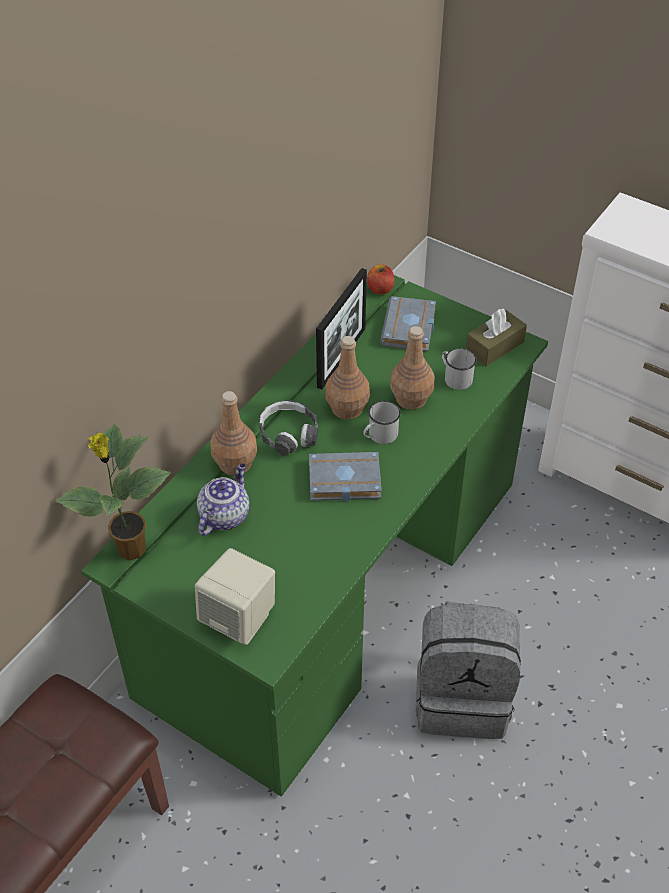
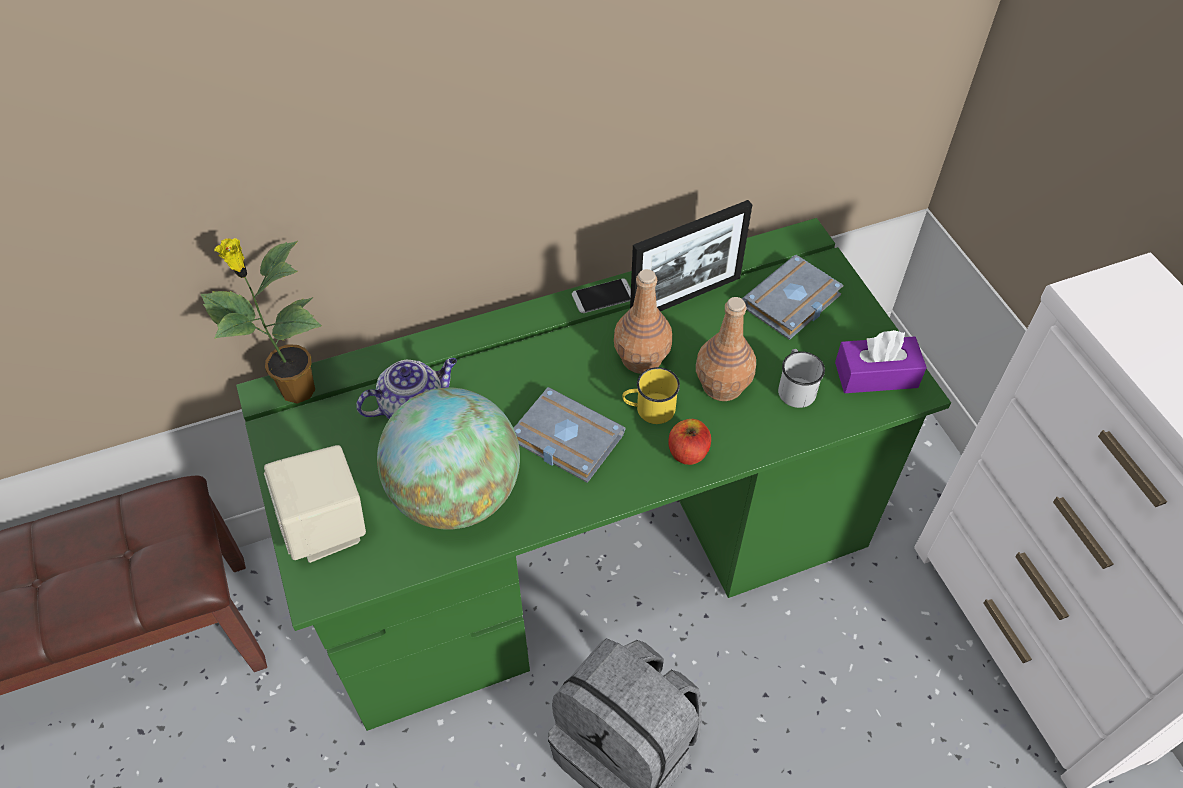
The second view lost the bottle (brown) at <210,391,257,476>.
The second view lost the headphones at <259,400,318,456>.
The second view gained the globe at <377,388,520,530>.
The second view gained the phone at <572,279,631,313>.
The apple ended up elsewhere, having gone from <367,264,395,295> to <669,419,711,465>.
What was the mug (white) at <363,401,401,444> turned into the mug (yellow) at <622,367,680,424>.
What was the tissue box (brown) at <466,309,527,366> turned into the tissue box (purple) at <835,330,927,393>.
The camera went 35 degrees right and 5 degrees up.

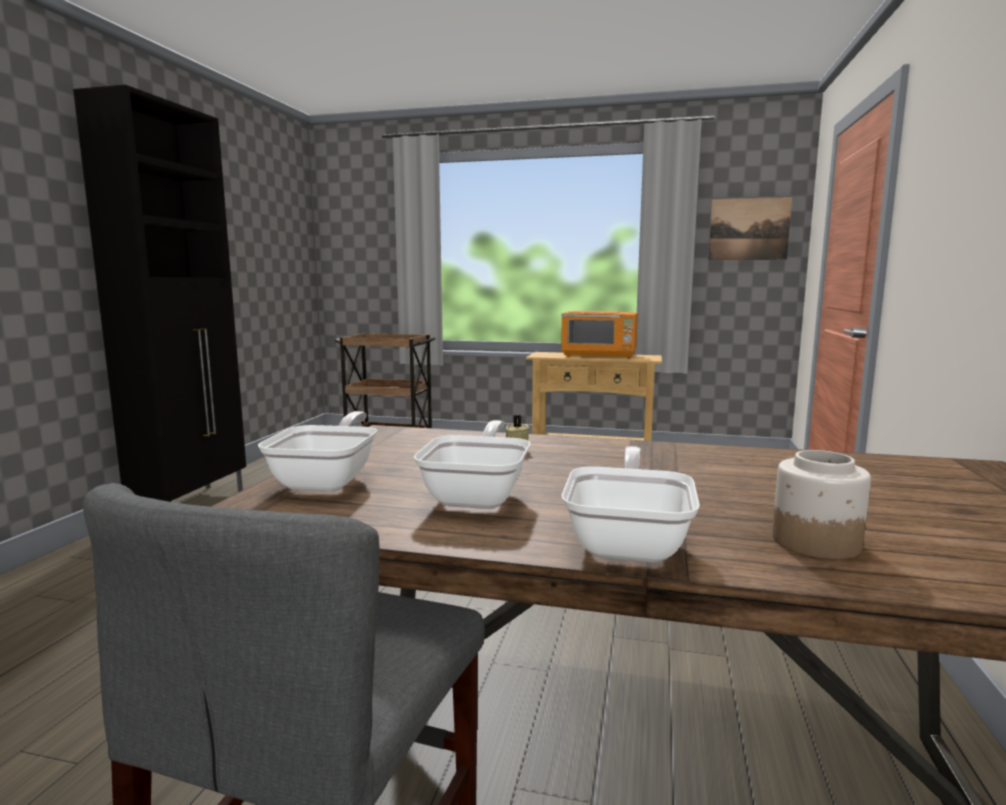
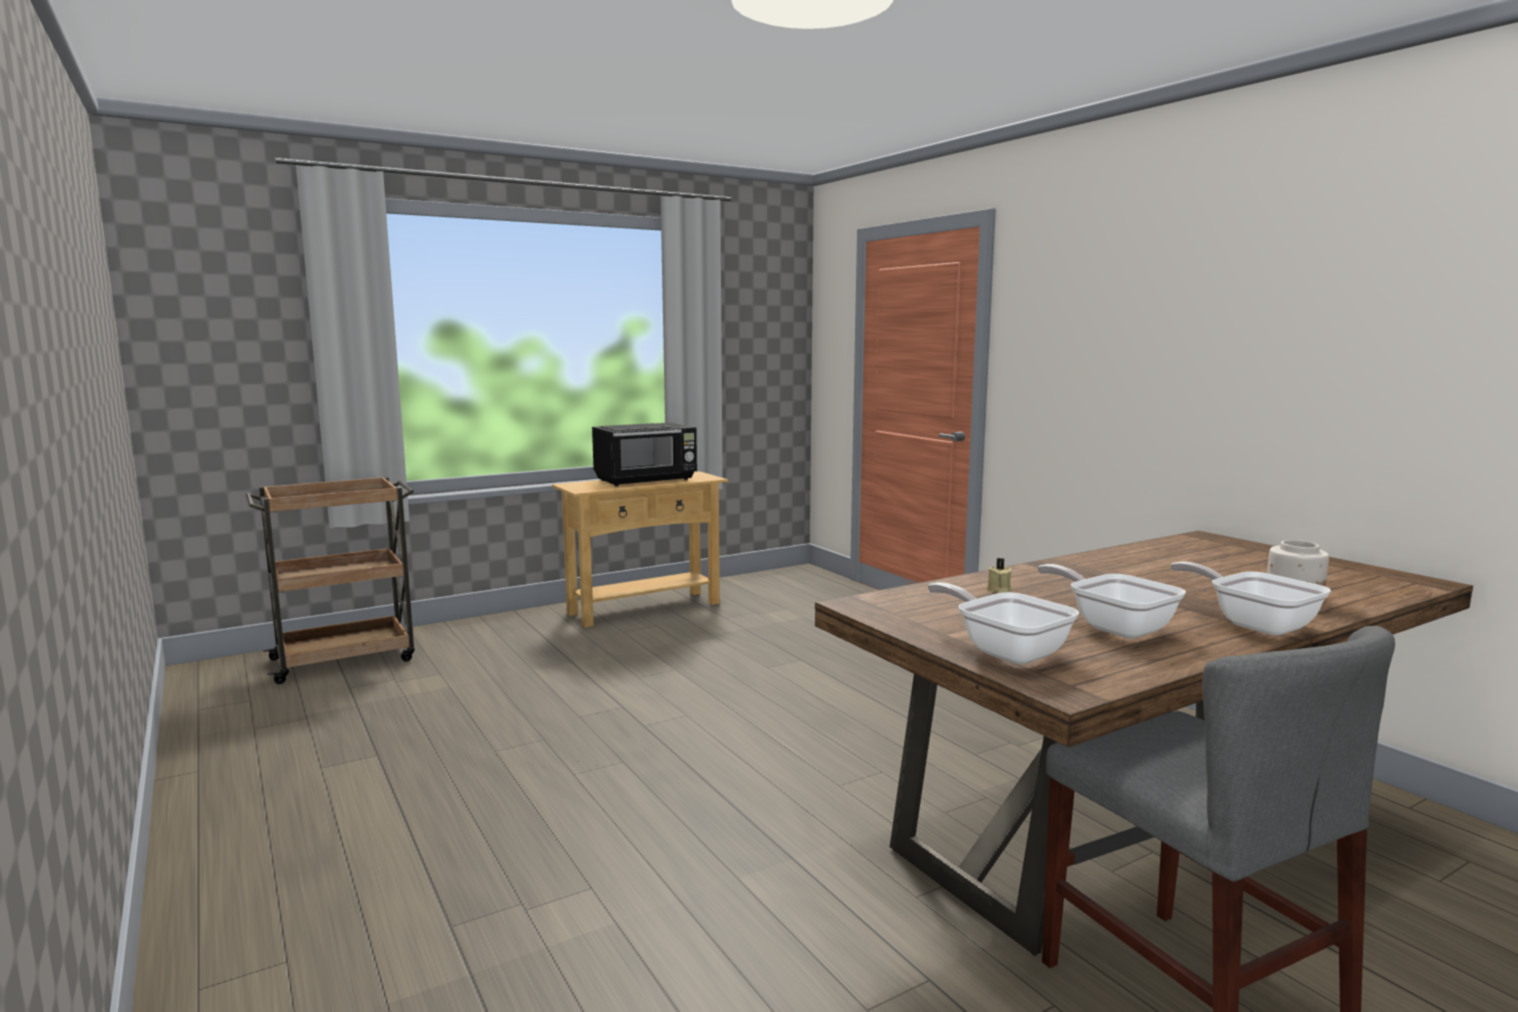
The second view lost the cabinet (black) at <73,85,246,502>.
The second view lost the picture at <708,197,792,260>.
What was the microwave (orange) at <561,311,638,358> turned into the microwave (black) at <592,423,697,486>.
The camera went 45 degrees left and 0 degrees up.

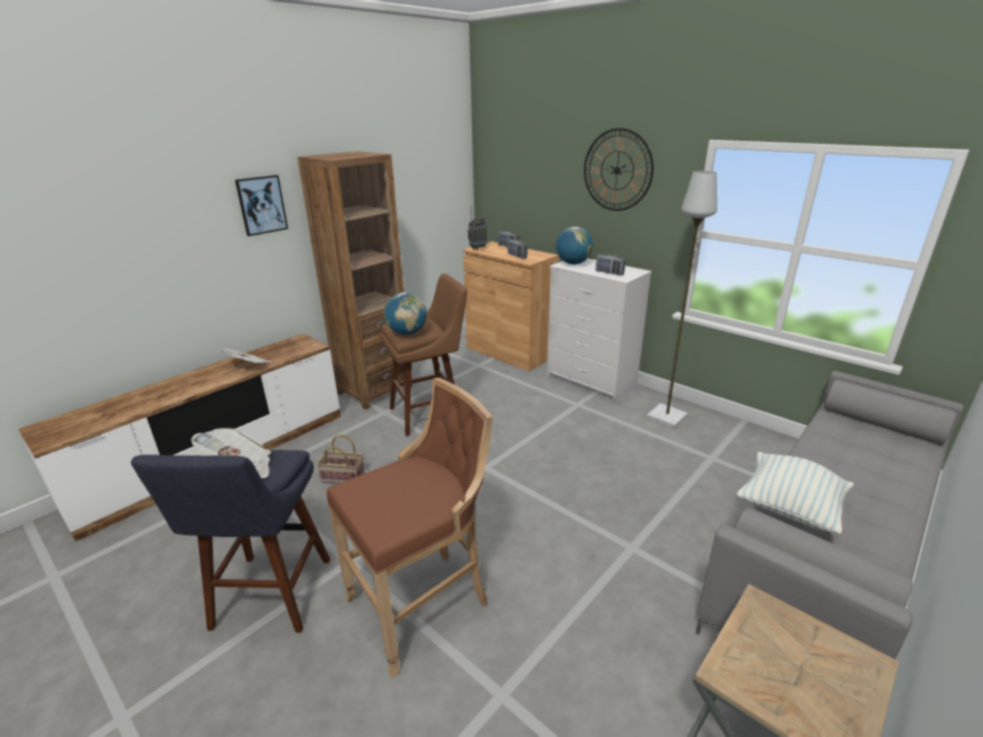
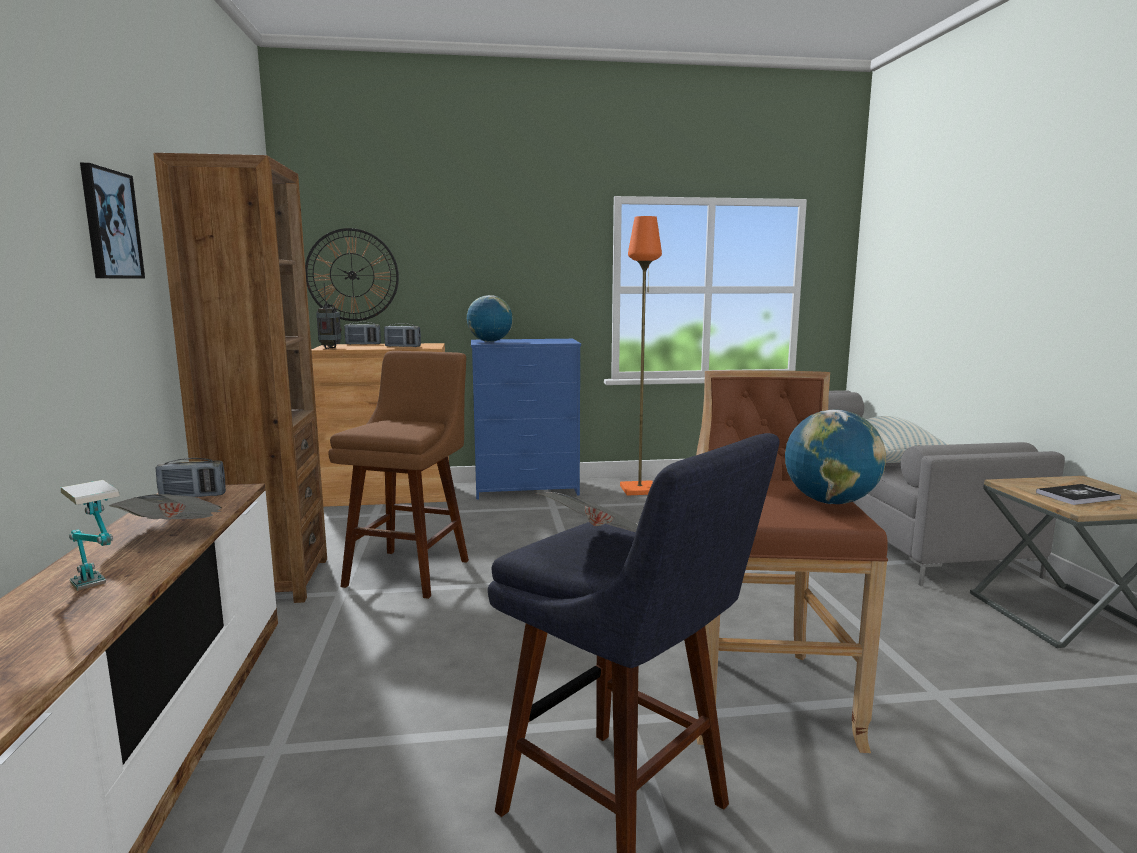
The second view lost the basket at <317,435,365,484>.
The second view gained the table lamp at <61,480,120,591>.
The second view gained the book at <1036,484,1121,505>.
The globe ended up elsewhere, having gone from <384,292,427,335> to <785,410,886,504>.
The wall clock ended up elsewhere, having gone from <584,128,654,211> to <305,228,399,321>.
The radio ended up elsewhere, having gone from <596,254,626,276> to <156,458,226,497>.
What was the dresser (white) at <547,258,652,402> turned into the dresser (blue) at <471,339,581,500>.
What was the floor lamp (grey) at <647,171,717,428> turned into the floor lamp (orange) at <620,216,662,496>.
The camera went 50 degrees left and 15 degrees down.

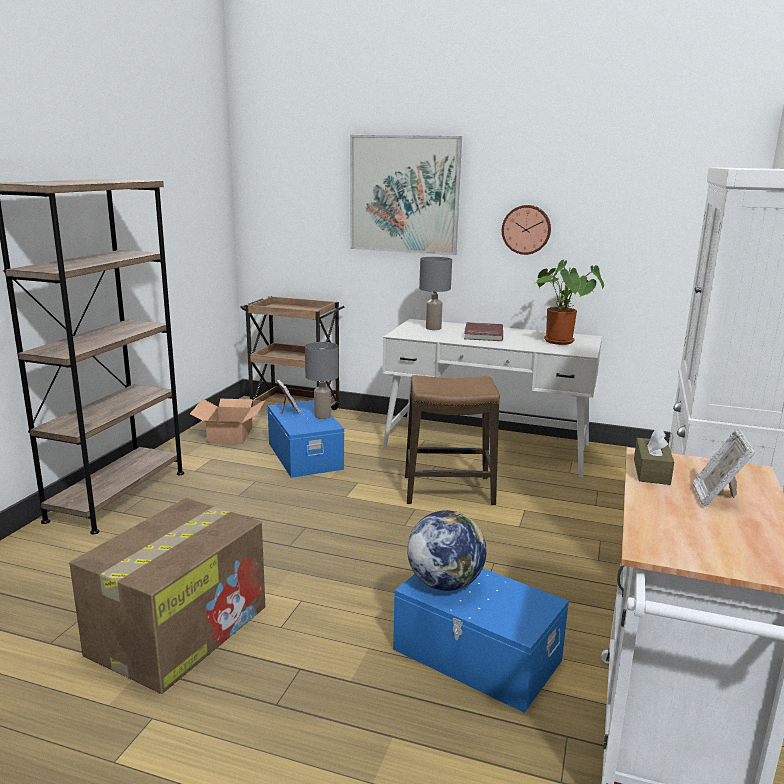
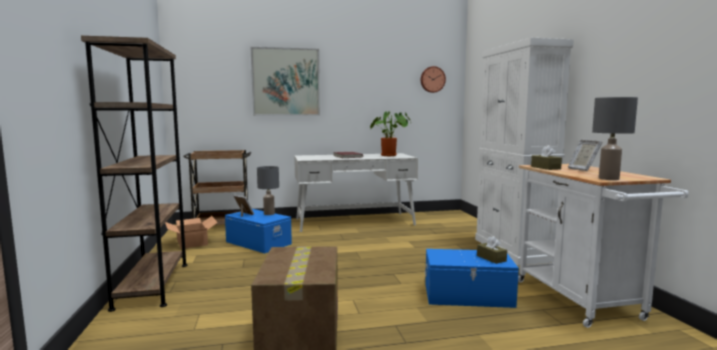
The second view lost the stool at <405,375,500,505>.
The second view lost the globe at <407,510,487,591>.
The second view gained the tissue box (brown) at <477,236,507,264>.
The table lamp (grey) ended up elsewhere, having gone from <419,257,452,330> to <592,97,638,180>.
The wall clock ended up elsewhere, having gone from <502,205,551,255> to <421,66,446,93>.
The camera went 30 degrees left and 10 degrees down.

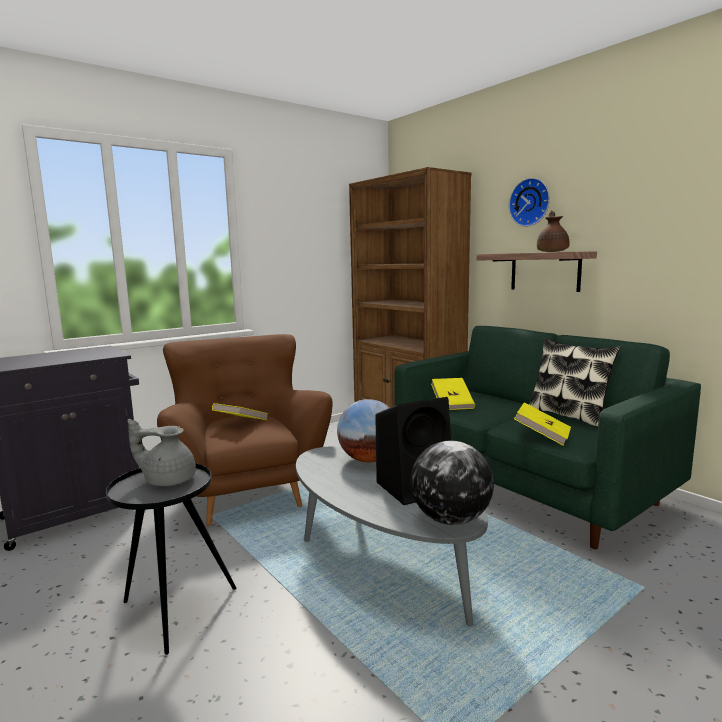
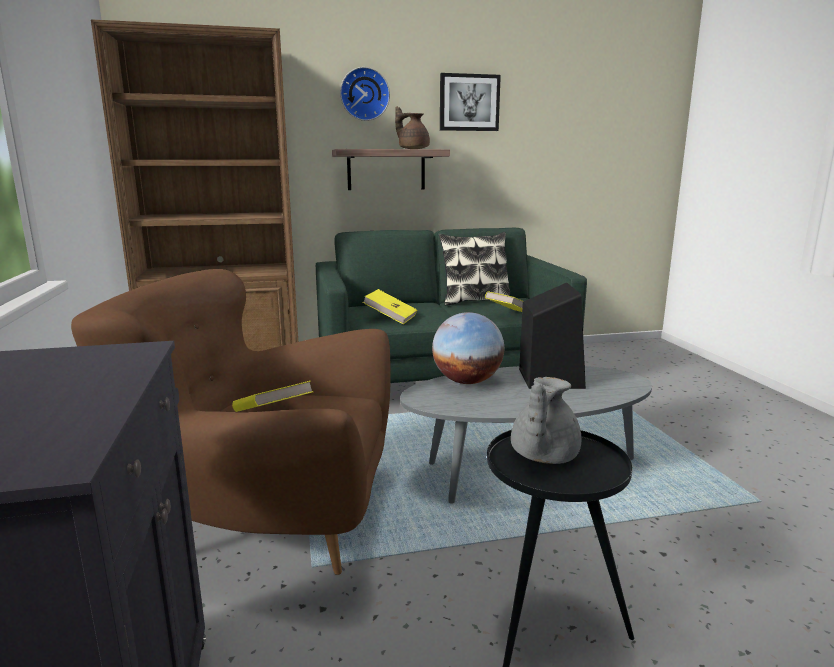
The second view lost the globe at <410,441,494,525>.
The second view gained the picture at <440,73,501,131>.
The camera went 65 degrees left and 5 degrees up.

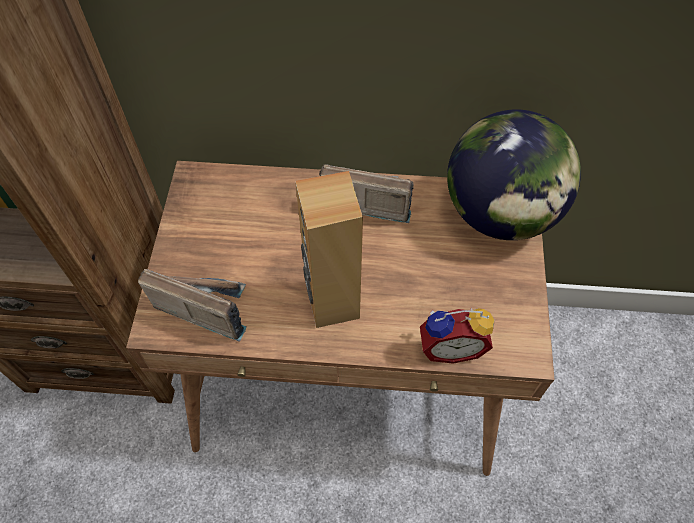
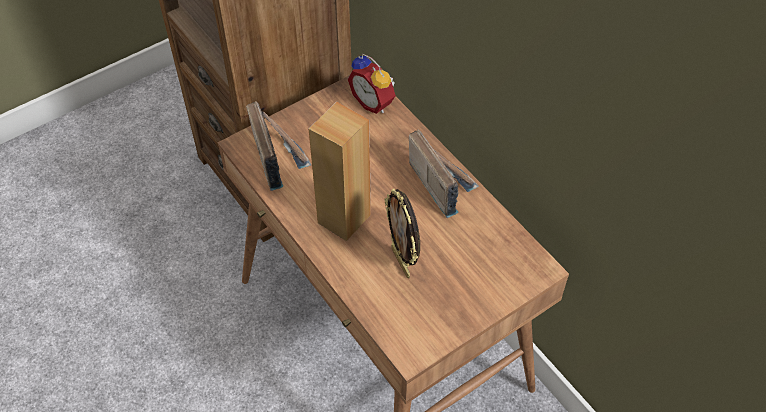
The second view lost the globe at <447,110,581,240>.
The second view gained the picture frame at <384,189,420,279>.
The alarm clock ended up elsewhere, having gone from <420,308,494,364> to <348,53,396,114>.
The camera went 50 degrees right and 5 degrees down.

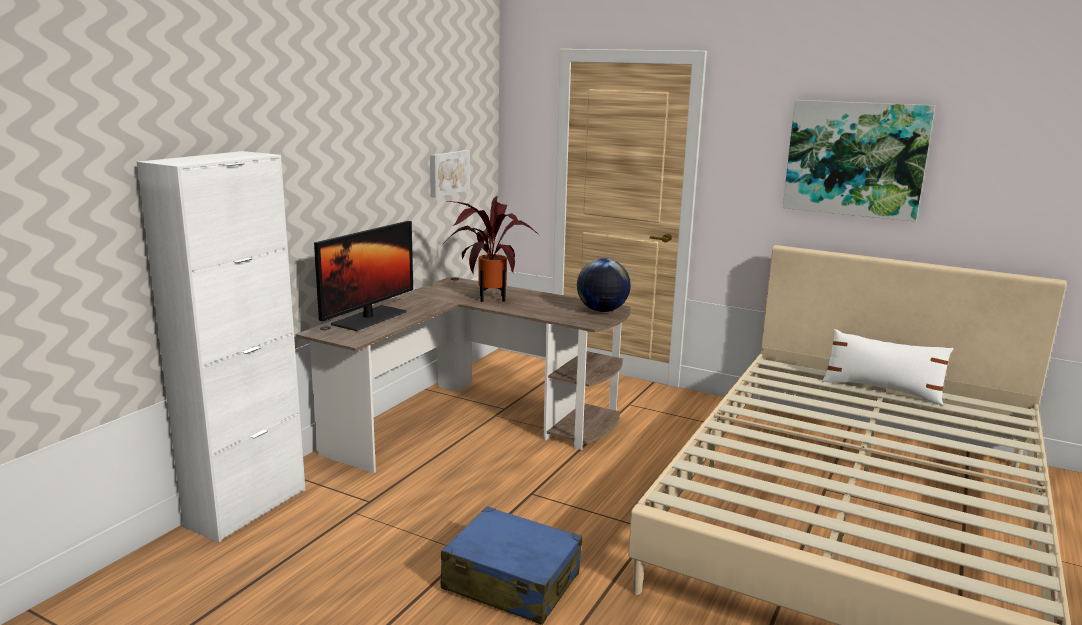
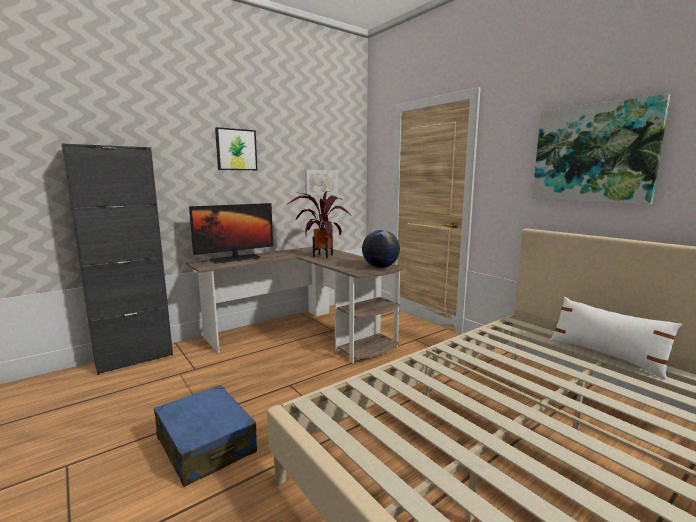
The second view gained the picture at <215,127,258,170>.
What was the cabinet (white) at <137,151,305,542> turned into the cabinet (black) at <61,144,173,375>.
The camera went 25 degrees right and 5 degrees down.

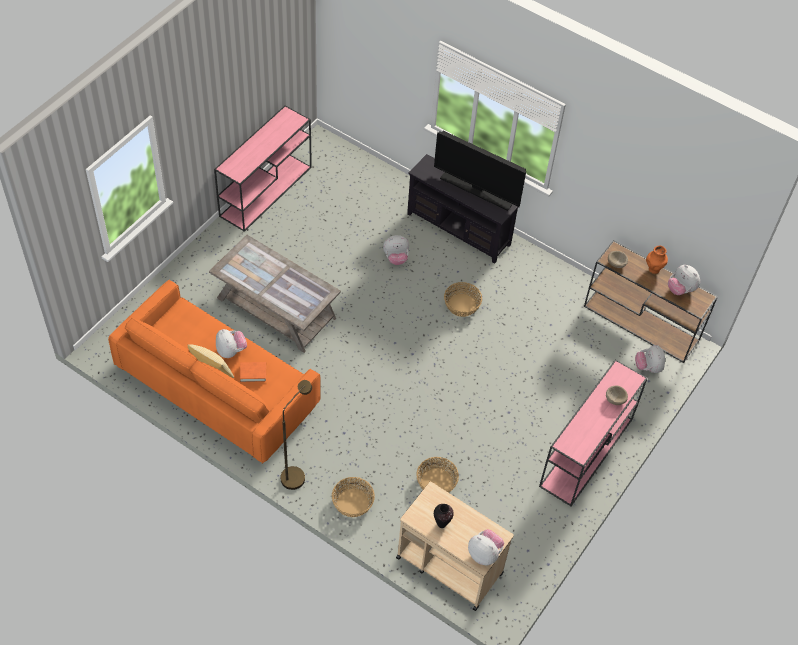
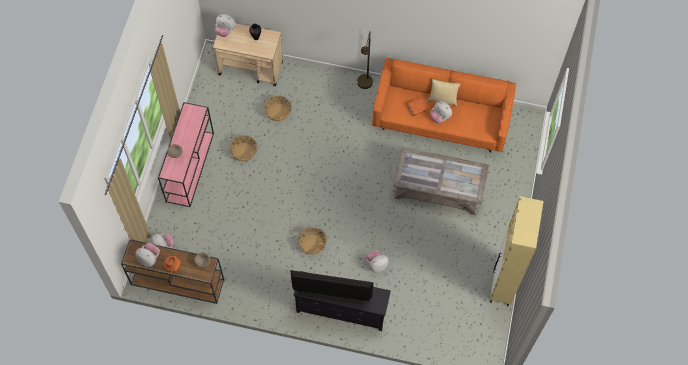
The basket ended up elsewhere, having gone from <332,477,375,517> to <229,135,257,161>.
Where the console table (pink) stood at <214,105,312,232>, the cabinet (beige) came to stand at <490,196,544,306>.
The camera went 160 degrees right and 10 degrees up.

